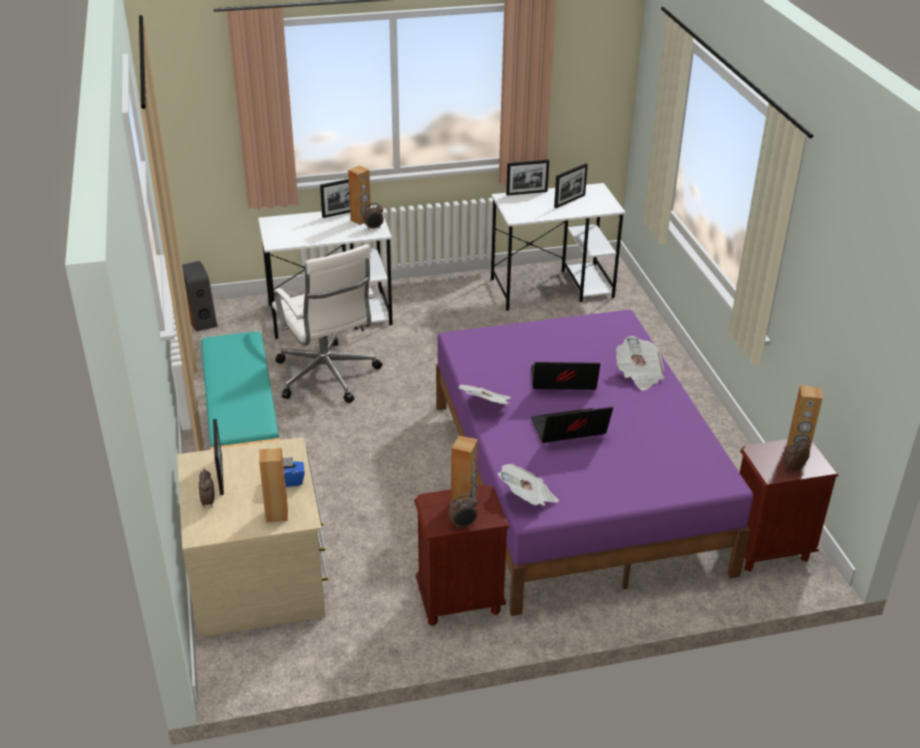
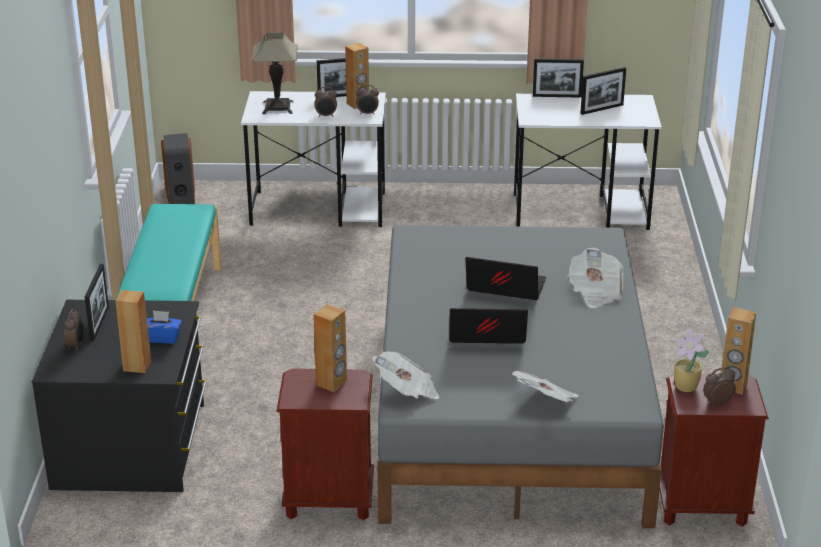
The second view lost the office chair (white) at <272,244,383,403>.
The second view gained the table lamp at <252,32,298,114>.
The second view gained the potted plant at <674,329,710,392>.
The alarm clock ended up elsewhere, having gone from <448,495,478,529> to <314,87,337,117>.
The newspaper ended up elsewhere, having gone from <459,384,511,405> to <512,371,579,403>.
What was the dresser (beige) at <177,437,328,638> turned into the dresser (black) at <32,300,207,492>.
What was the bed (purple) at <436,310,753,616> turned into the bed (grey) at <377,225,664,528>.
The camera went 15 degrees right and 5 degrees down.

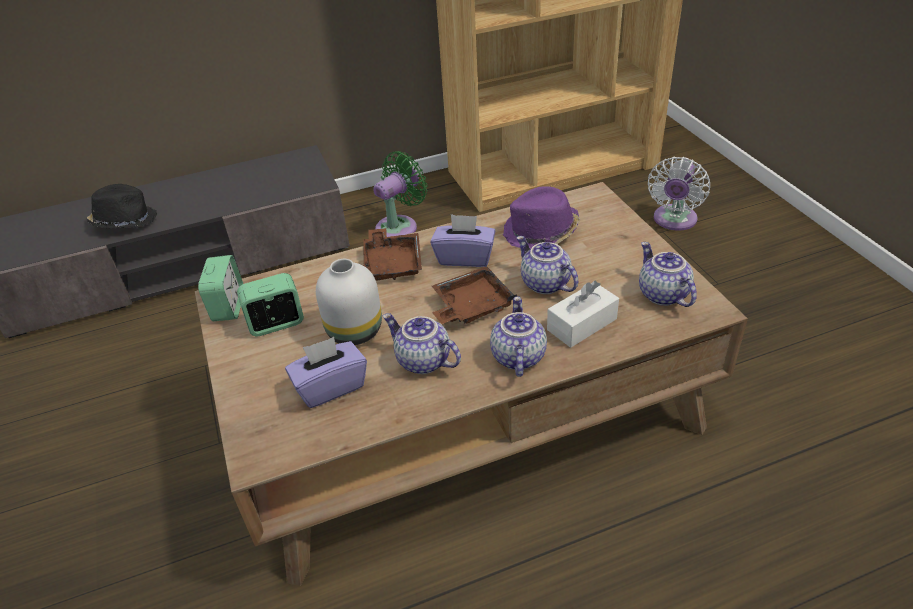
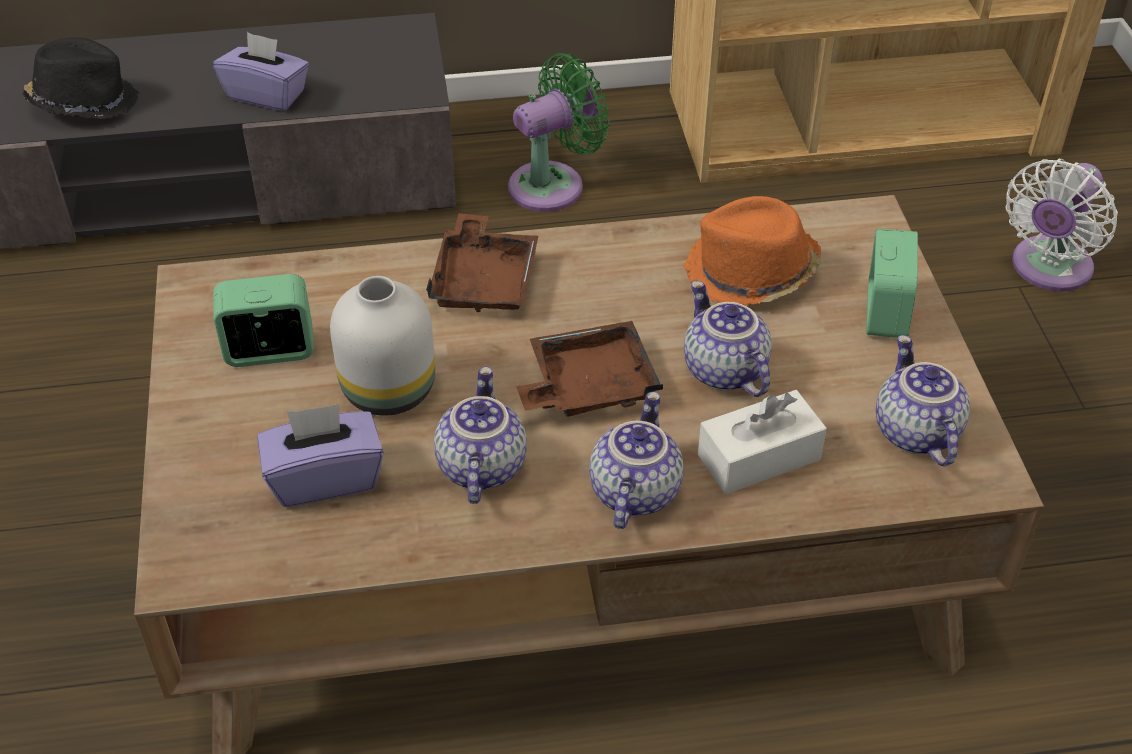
The alarm clock ended up elsewhere, having gone from <198,255,243,321> to <866,229,918,338>.
The tissue box (purple) ended up elsewhere, having gone from <431,214,495,267> to <213,32,309,111>.
What was the hat (purple) at <503,186,580,249> turned into the hat (orange) at <683,196,821,305>.
The teapot at <383,313,461,374> ended up facing another way, 45 degrees clockwise from before.
The camera went 10 degrees right and 5 degrees up.

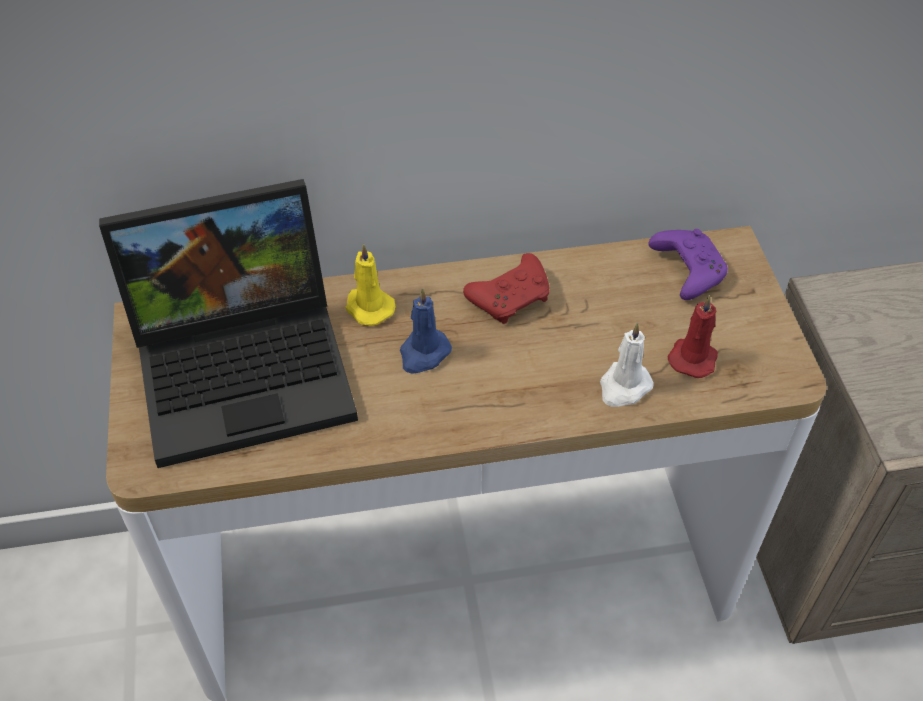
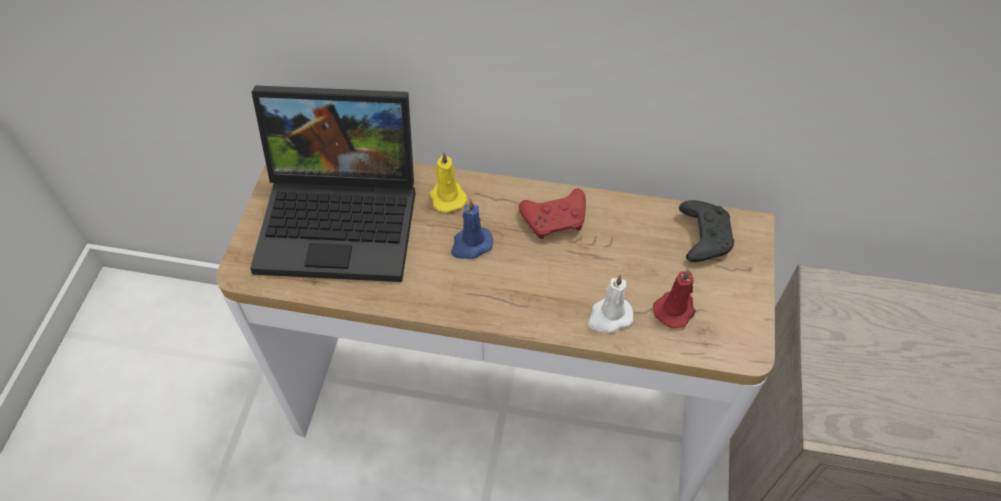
What was the game controller (purple) at <649,229,728,300> turned into the game controller (black) at <679,200,734,262>.
The camera went 20 degrees right and 5 degrees up.

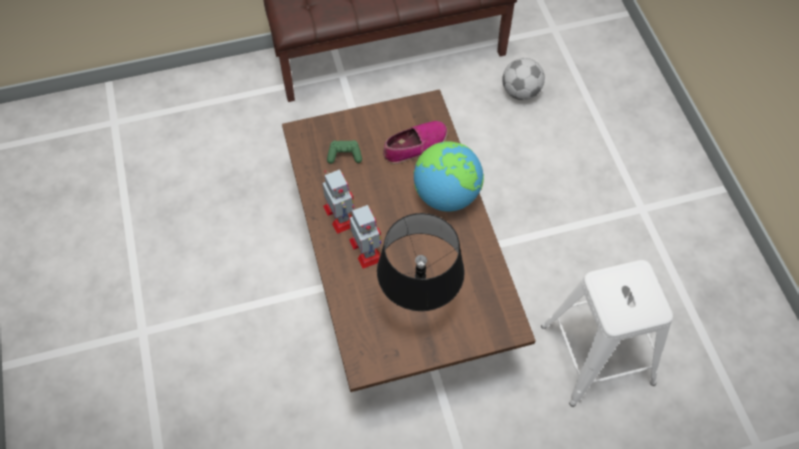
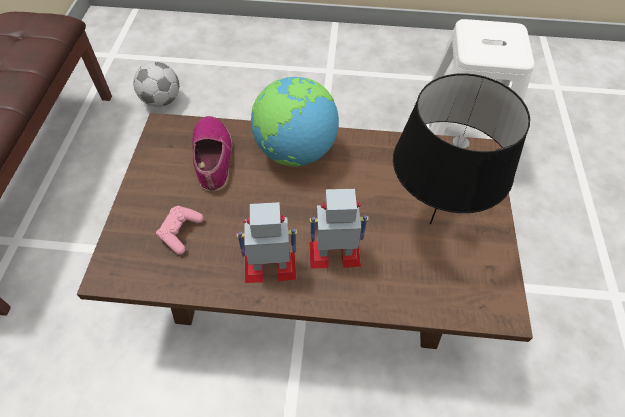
What was the game controller (green) at <327,140,362,164> turned into the game controller (pink) at <156,206,204,255>.
The camera went 70 degrees left and 5 degrees down.

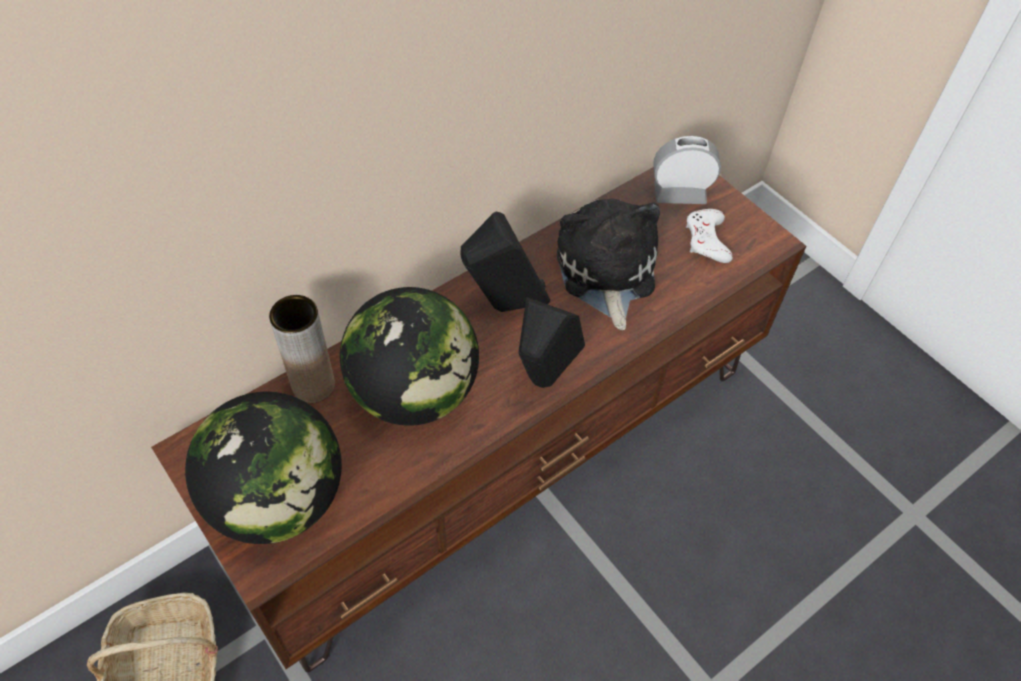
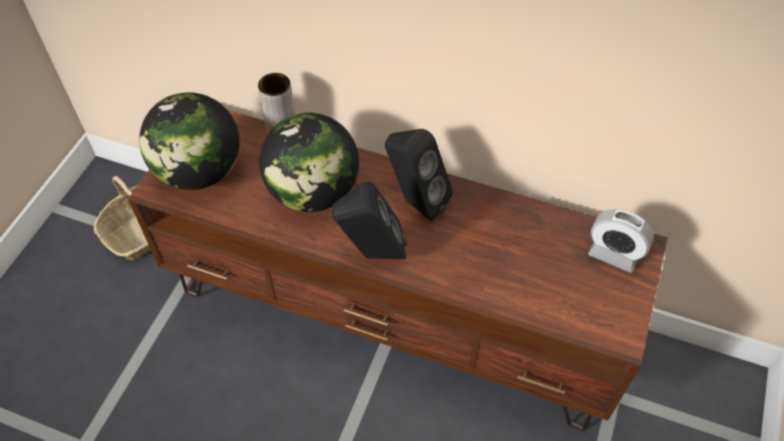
The second view lost the plush toy at <557,198,660,330>.
The second view lost the game controller (white) at <686,209,733,263>.
The alarm clock at <653,136,721,204> ended up facing another way, 150 degrees clockwise from before.
The camera went 60 degrees right and 0 degrees up.

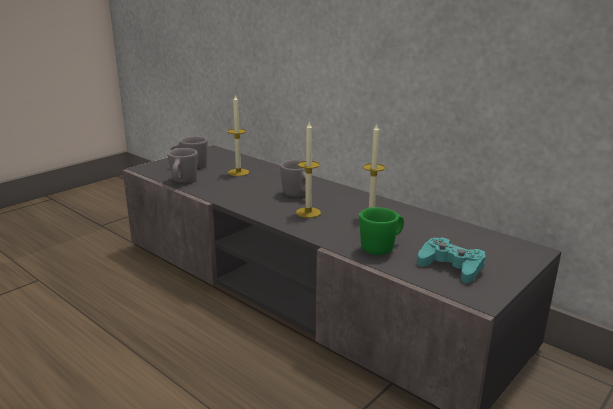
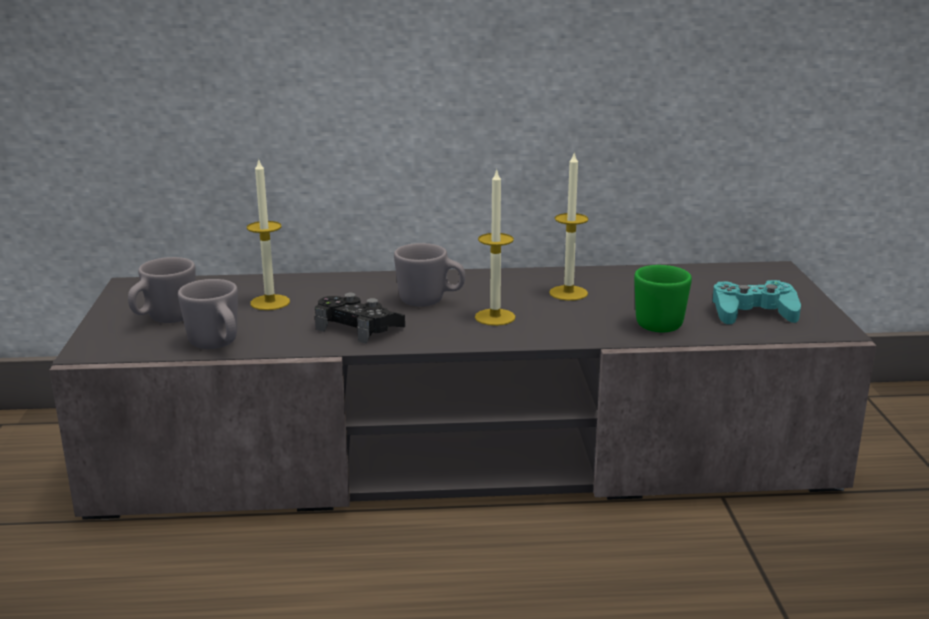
The second view gained the game controller (black) at <315,292,405,344>.
The camera went 45 degrees left and 0 degrees up.

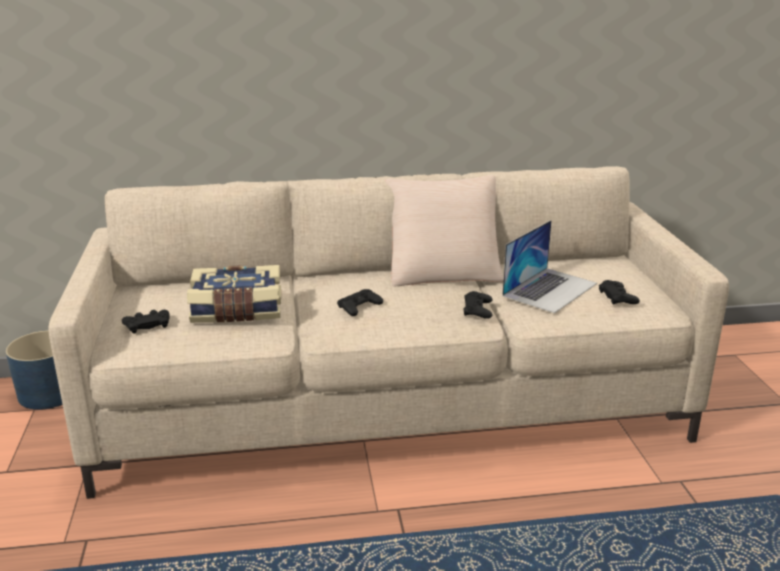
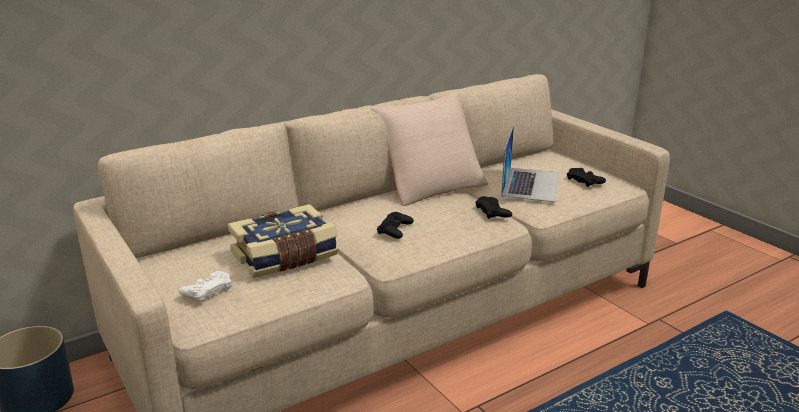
What was the game controller (black) at <122,310,170,334> turned into the game controller (white) at <178,271,232,302>.
The camera went 25 degrees left and 0 degrees up.

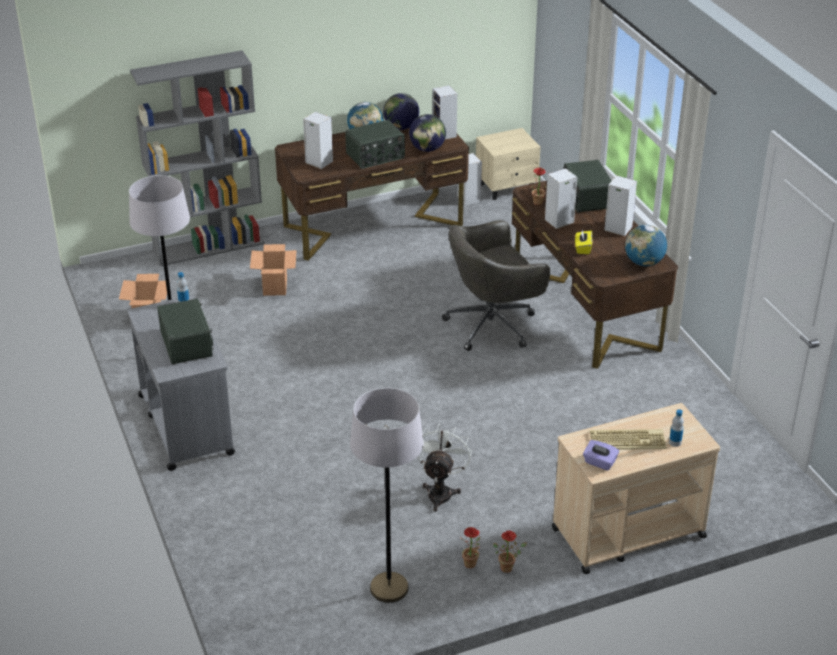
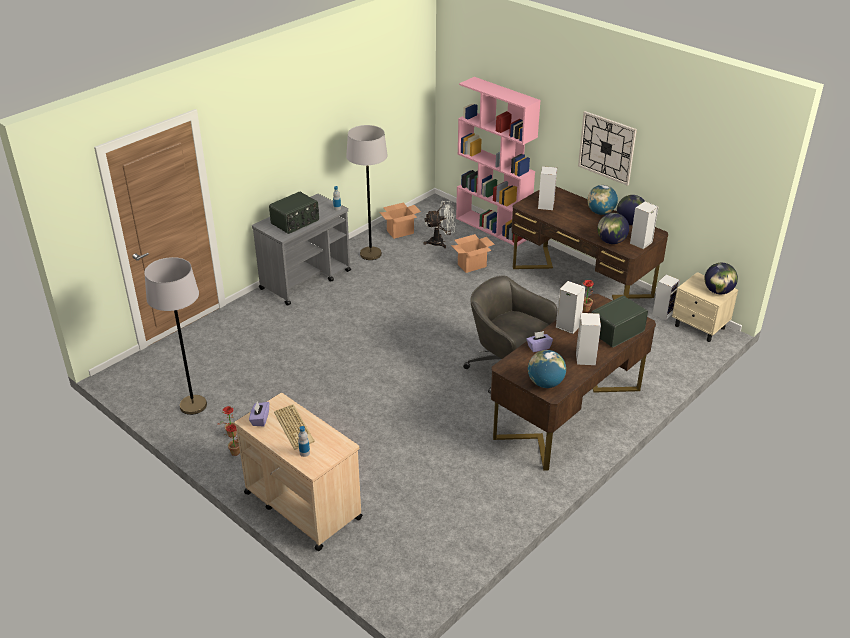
The second view lost the radio at <345,120,405,169>.
The second view gained the wall clock at <578,111,637,186>.
The second view gained the globe at <704,263,738,294>.
The fan (white) ended up elsewhere, having gone from <417,424,472,512> to <423,201,456,248>.
What was the bookcase (grey) at <130,50,265,266> turned into the bookcase (pink) at <456,77,541,246>.
What was the tissue box (yellow) at <575,229,593,254> turned into the tissue box (purple) at <526,331,553,352>.
The camera went 65 degrees right and 0 degrees up.

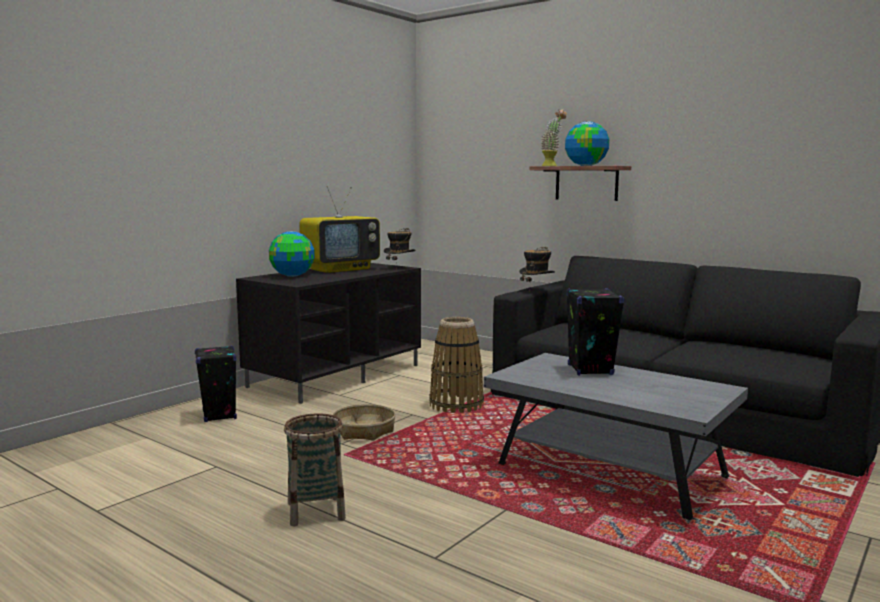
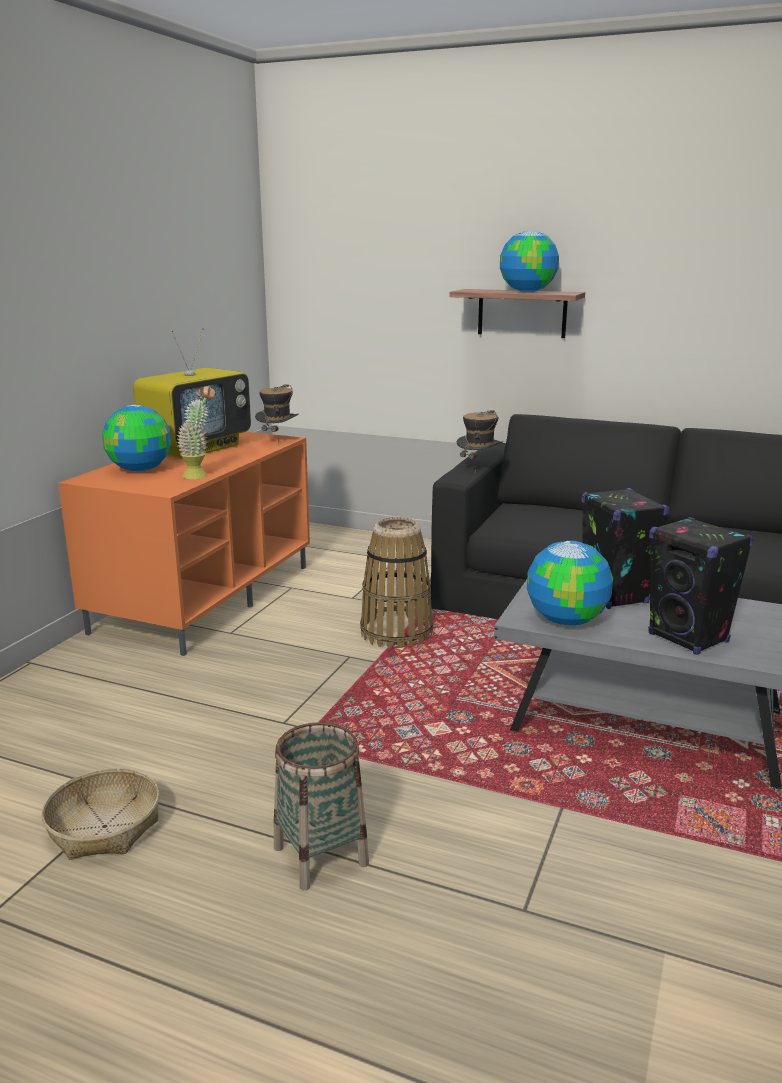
The second view gained the globe at <527,541,613,625>.
The speaker (black) ended up elsewhere, having gone from <195,346,237,422> to <648,517,754,655>.
The basket ended up elsewhere, having gone from <332,404,396,441> to <41,768,159,860>.
The potted plant ended up elsewhere, having gone from <541,110,567,166> to <177,386,215,479>.
What was the tv stand (black) at <236,263,421,404> turned into the tv stand (orange) at <58,432,310,656>.
The camera went 15 degrees left and 10 degrees up.

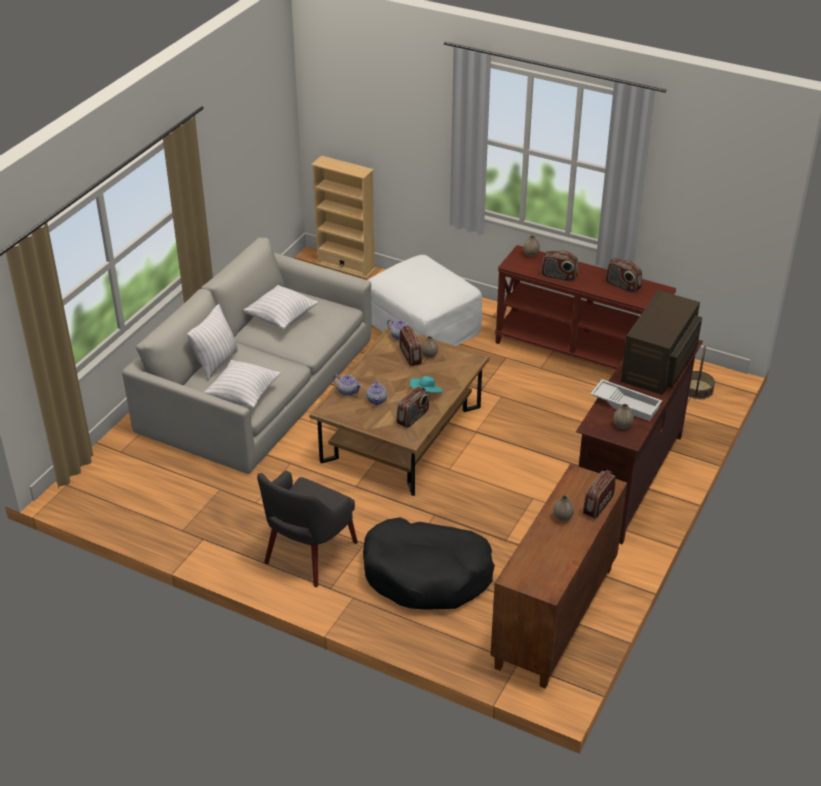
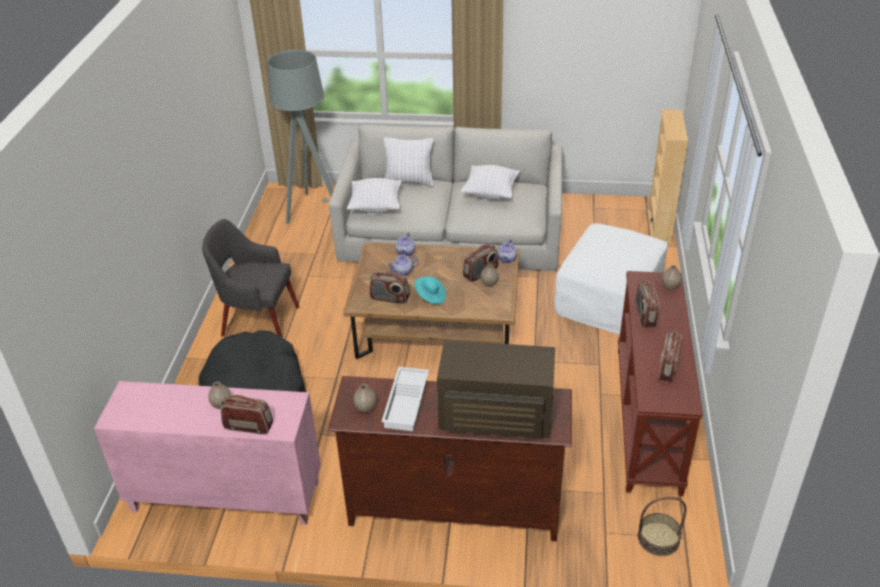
The second view gained the floor lamp (grey) at <267,50,333,224>.
What was the cabinet (brown) at <490,464,627,689> turned into the cabinet (pink) at <94,381,321,525>.
The camera went 70 degrees right and 0 degrees up.

